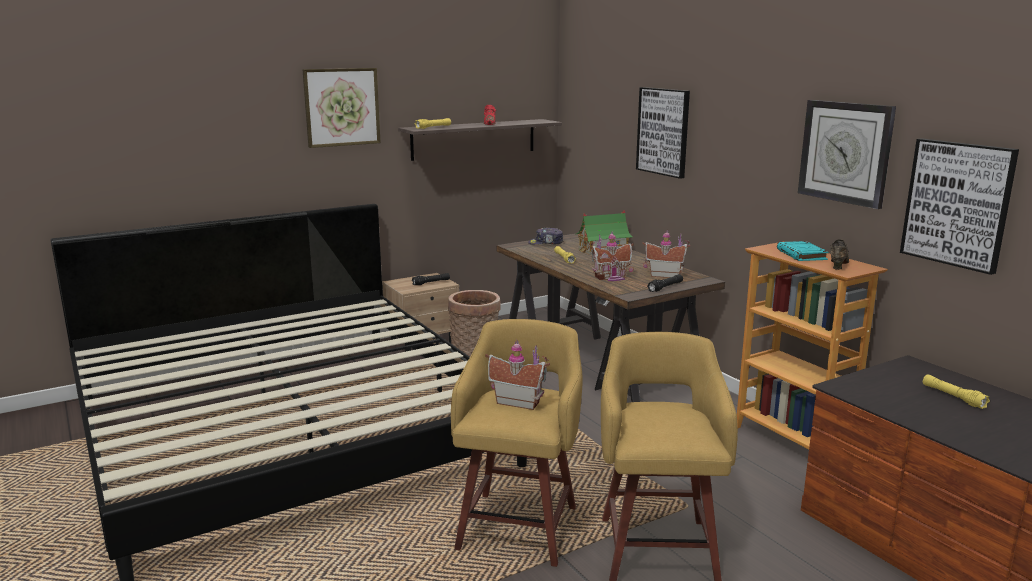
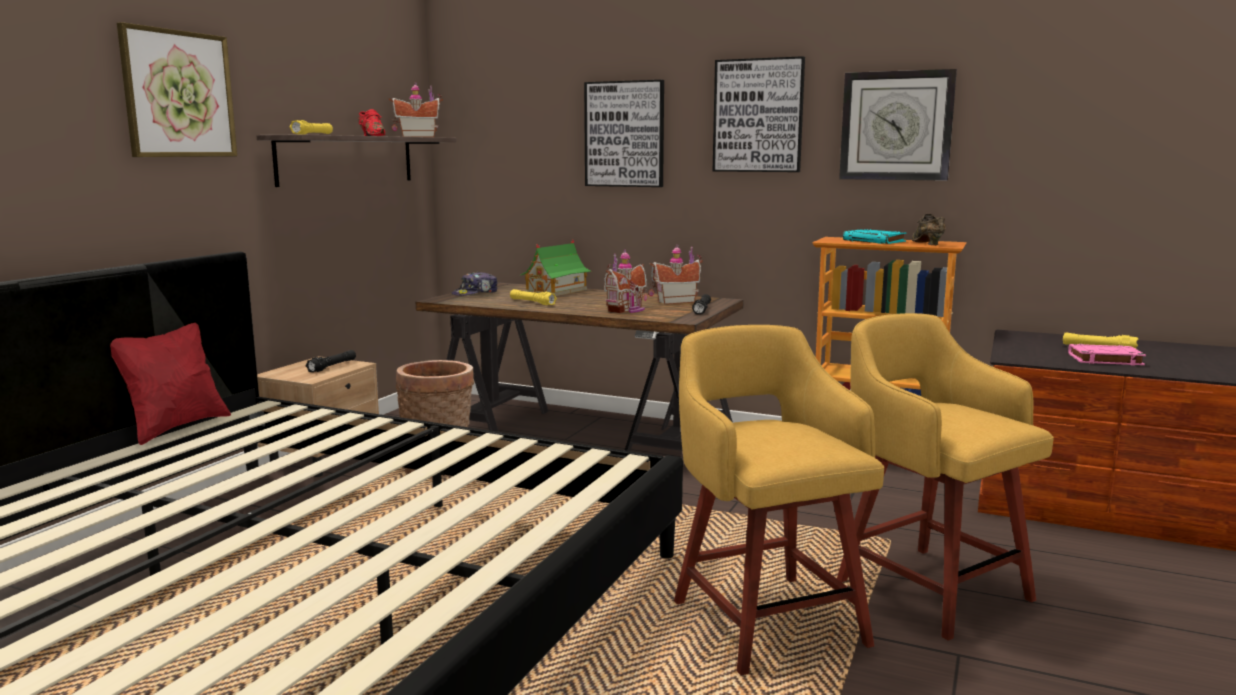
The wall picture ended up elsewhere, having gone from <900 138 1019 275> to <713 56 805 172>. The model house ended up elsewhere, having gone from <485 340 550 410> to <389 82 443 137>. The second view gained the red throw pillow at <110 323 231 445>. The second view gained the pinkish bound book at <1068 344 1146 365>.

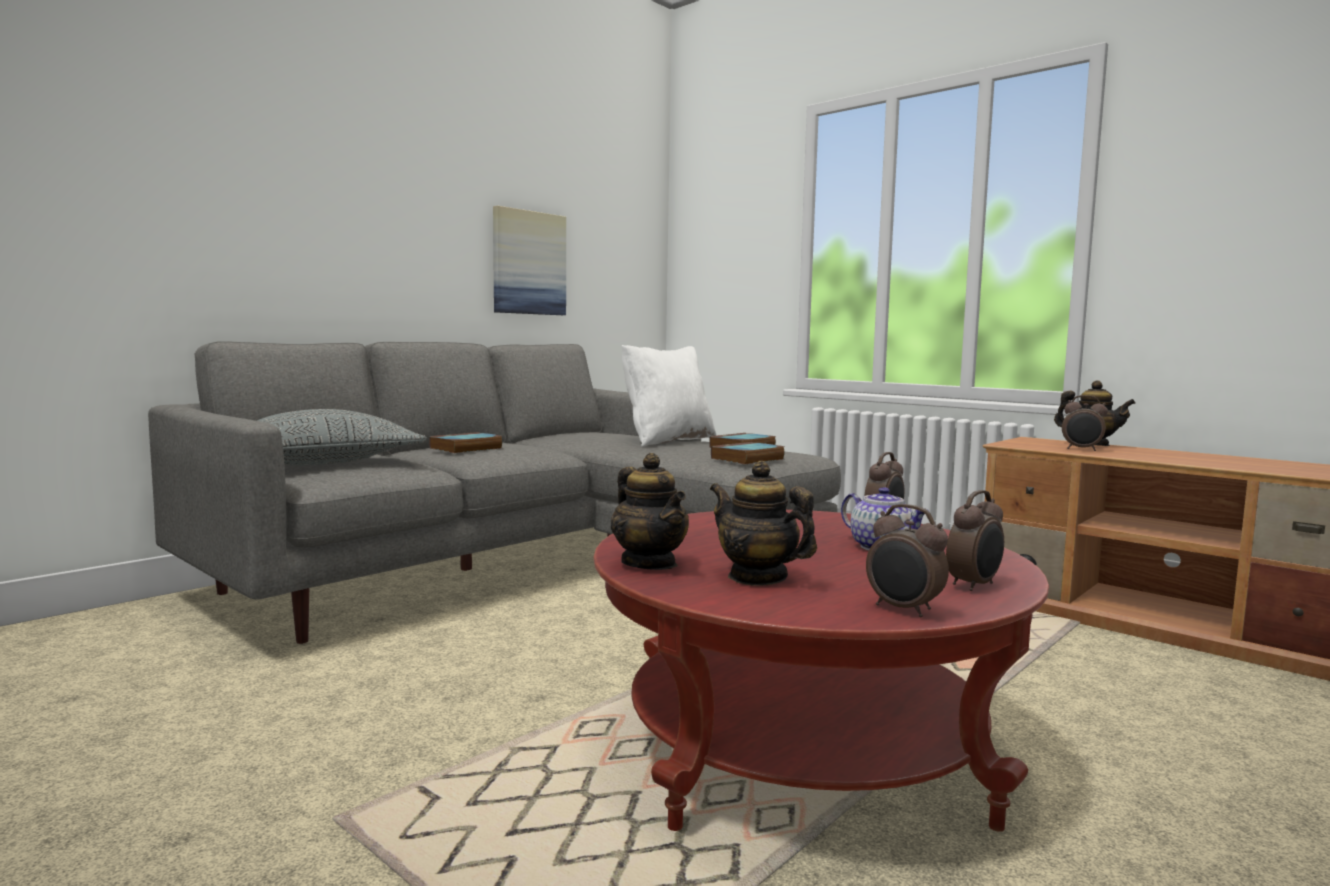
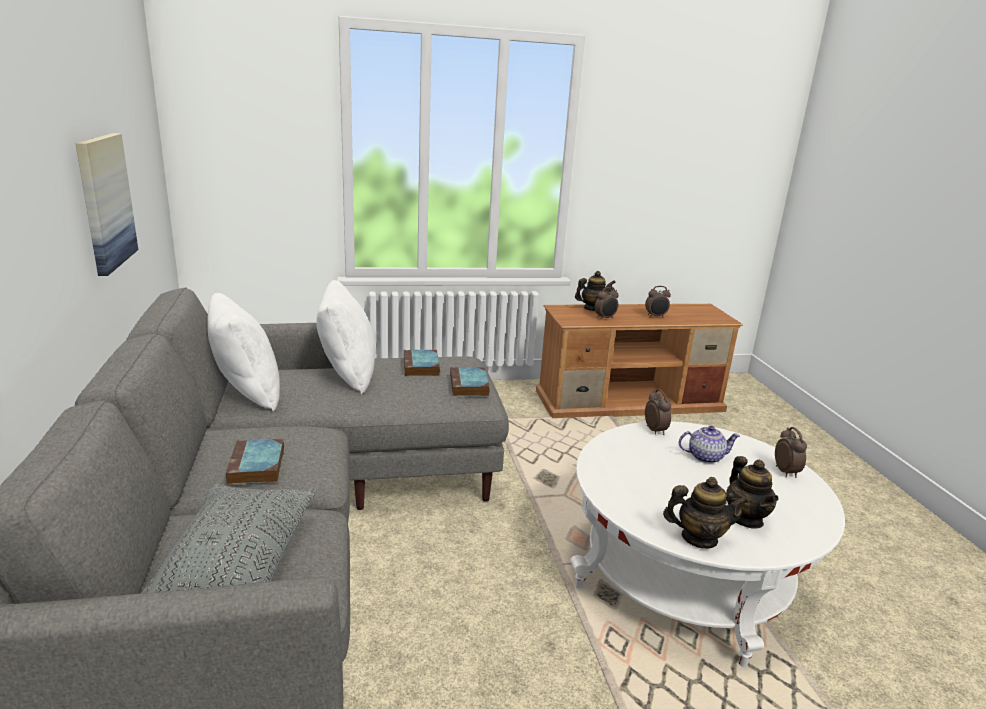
The teapot at <710 461 817 586> ended up facing another way, 90 degrees counterclockwise from before. The alarm clock ended up elsewhere, having gone from <866 504 949 617> to <645 286 671 318>. What was the red lounge table at <594 510 1049 832> turned into the whitish lounge table at <570 421 845 668>. The second view gained the whitish throw pillow at <207 293 280 411>.

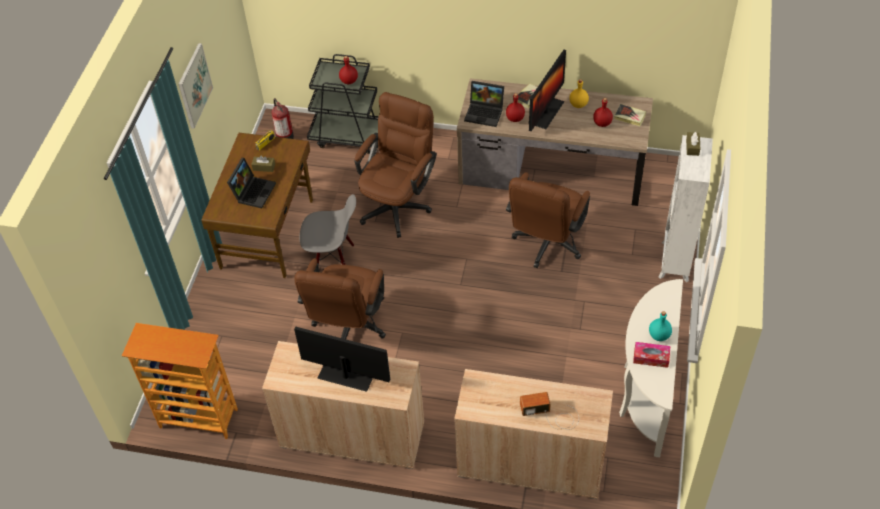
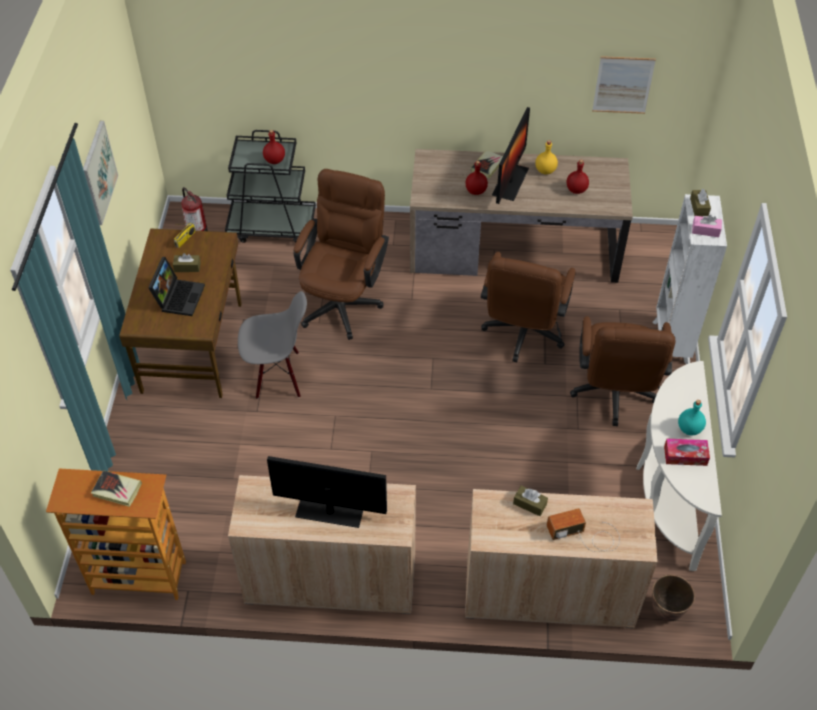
The second view lost the laptop at <464 81 504 127>. The bound book ended up elsewhere, having gone from <614 104 646 126> to <91 470 142 507>. The brown desk chair ended up elsewhere, having gone from <294 258 386 339> to <570 316 676 426>. The second view gained the wall picture at <592 56 656 114>. The second view gained the pinkish tissue holder at <692 215 722 237>. The second view gained the brown tissue holder at <513 486 548 516>. The second view gained the planter at <652 575 695 621>.

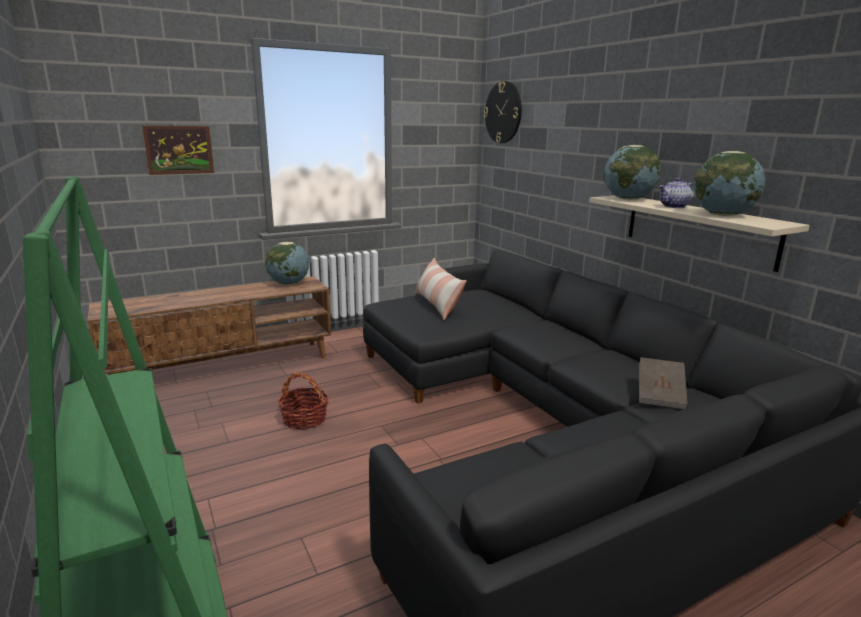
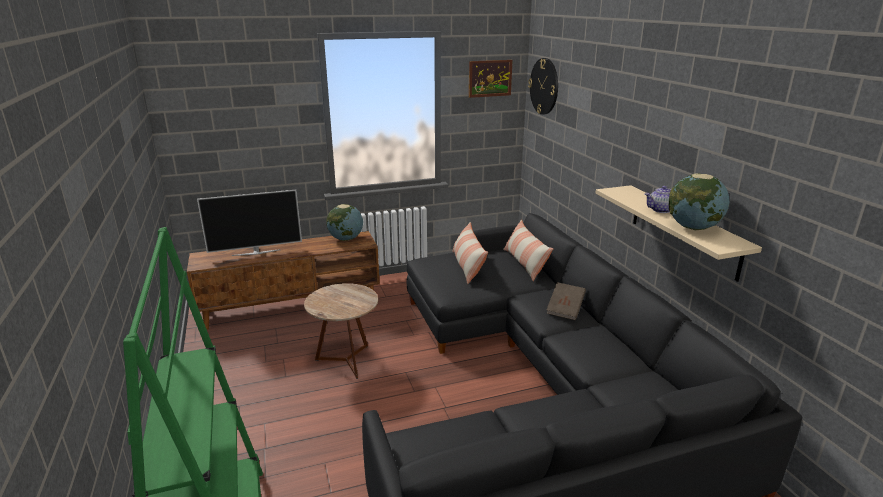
The wall picture ended up elsewhere, having gone from <142 126 214 175> to <469 60 513 98>. The second view lost the globe at <604 145 661 200>. The brown bound book ended up elsewhere, having gone from <639 357 688 410> to <547 282 586 320>. Where the household basket stood at <278 372 329 429>, the brown end table came to stand at <304 283 378 379>. The second view gained the TV set at <197 190 302 256>. The second view gained the throw pillow at <503 220 554 281>.

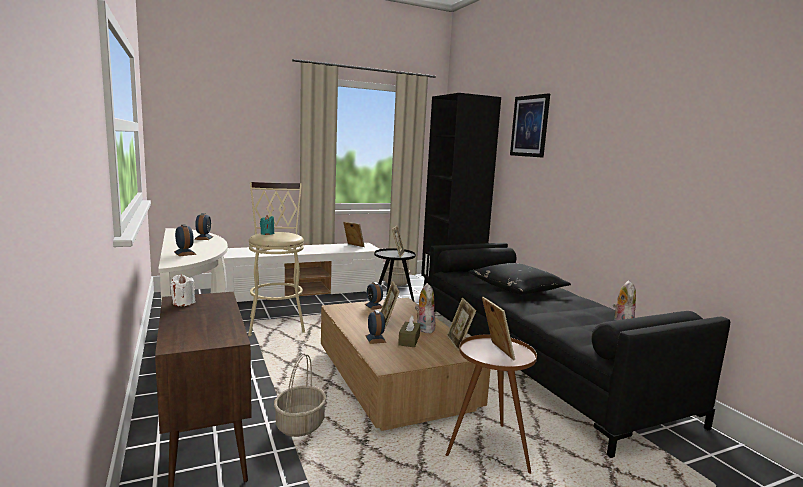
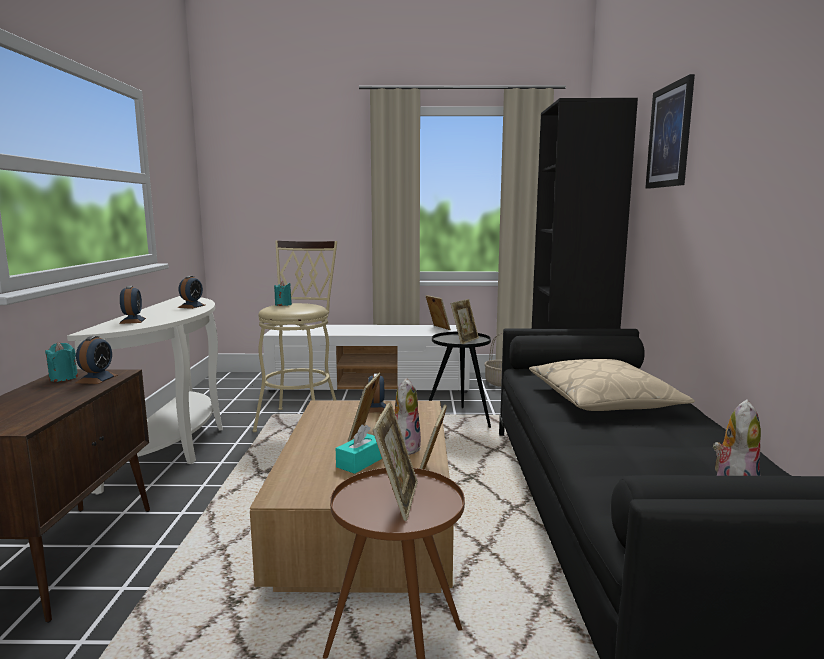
What was the black-coloured throw pillow at <469 263 571 295> turned into the beige-coloured throw pillow at <529 359 695 411>. What was the whitish candle at <170 275 195 306> turned into the turquoise-coloured candle at <45 342 78 382>. The alarm clock ended up elsewhere, having gone from <365 310 386 344> to <75 336 118 384>. What was the brown tissue holder at <398 316 420 347> turned into the turquoise-coloured tissue holder at <336 425 382 474>. The second view lost the household basket at <274 354 326 437>.

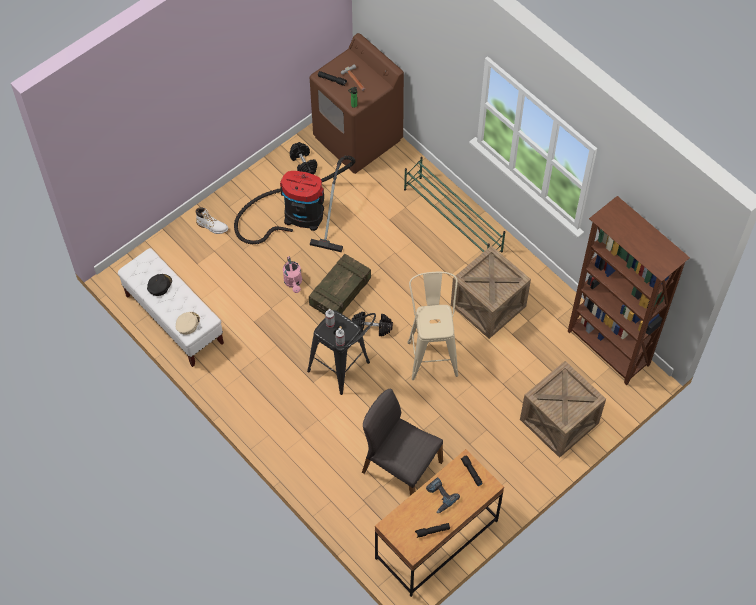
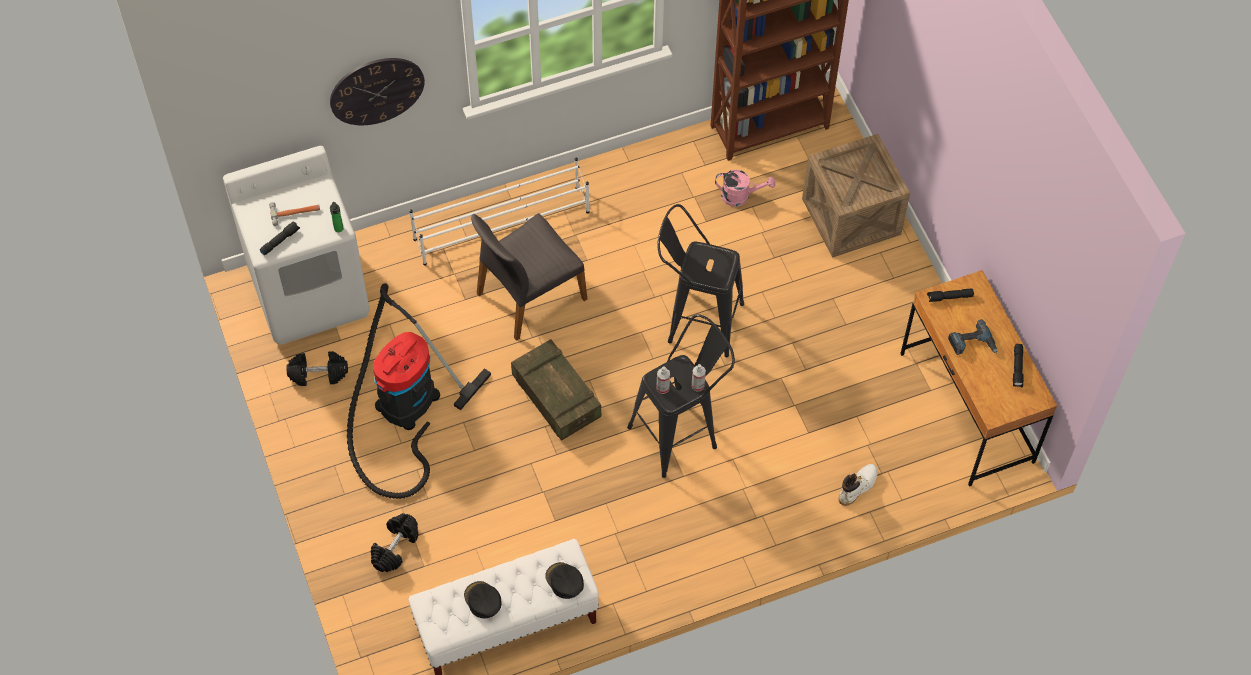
What was the brown laundry appliance at <310 33 404 174> turned into the whitish laundry appliance at <223 146 370 345>. What was the green shoe stand at <404 157 505 253> turned into the whitish shoe stand at <409 158 589 266>. The whitish tall boot ended up elsewhere, having gone from <195 207 229 234> to <839 464 878 506>. The second view lost the crate at <451 246 531 339>. The pinkish watering can ended up elsewhere, having gone from <283 256 302 293> to <715 170 776 207>. What was the beige-coloured stool seat at <407 272 458 380> turned into the black-coloured stool seat at <657 204 744 357>. What was the beige-coloured cap at <176 312 200 335> turned into the black-coloured cap at <545 562 584 599>. The black-coloured dumbbell ended up elsewhere, having gone from <352 312 393 336> to <371 513 419 572>. The greyish plain chair ended up elsewhere, having gone from <362 389 443 496> to <471 213 587 341>. The second view gained the wall clock at <330 58 425 125>.

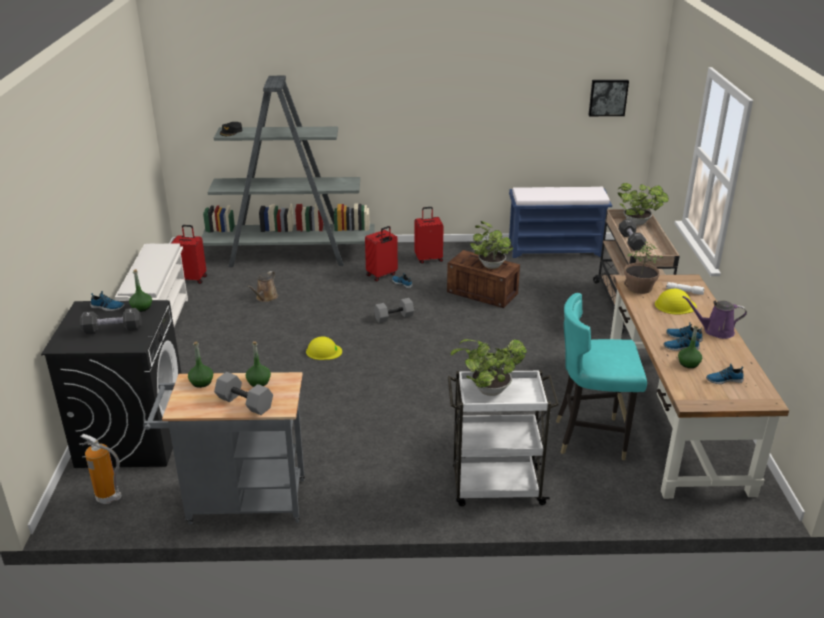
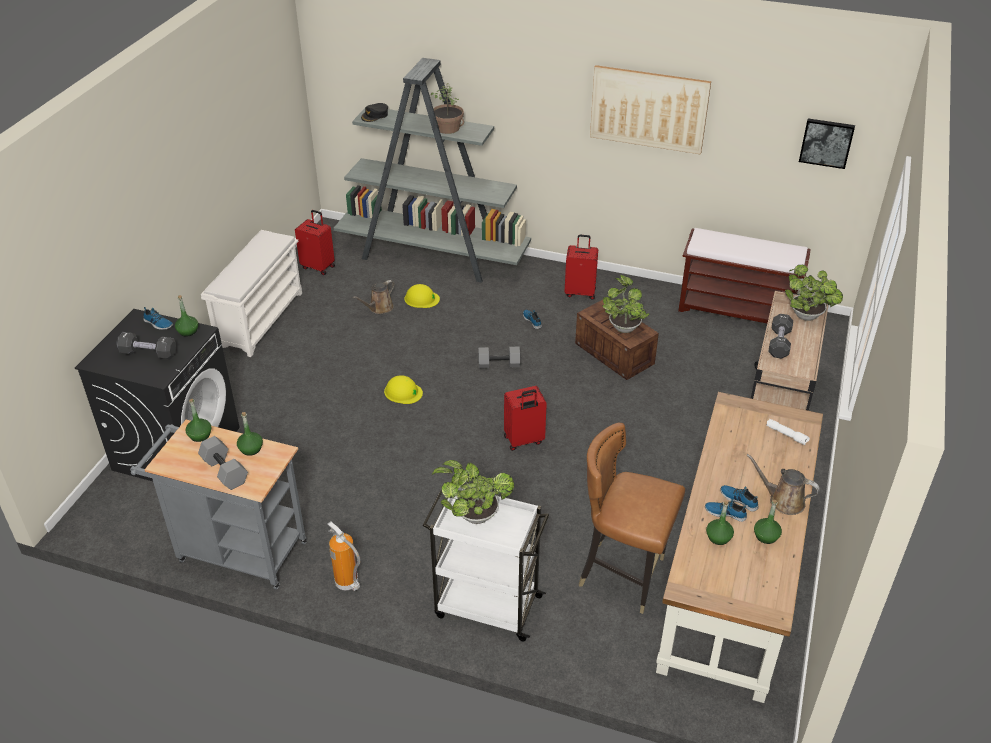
What was the blue-coloured indoor bench at <509 187 612 258> turned into the brown indoor bench at <678 228 811 324>. The red suitcase ended up elsewhere, having gone from <365 226 398 281> to <504 386 547 451>. The potted plant ended up elsewhere, having gone from <624 242 663 294> to <430 83 464 134>. The yellow safety helmet ended up elsewhere, having gone from <655 289 697 314> to <404 284 440 308>. What was the turquoise-coloured plain chair at <556 293 647 460> turned into the brown plain chair at <579 423 685 614>. What was the purple watering can at <683 296 747 339> turned into the brown watering can at <746 454 820 515>. The second view lost the item of footwear at <706 364 744 384>. The extinguisher ended up elsewhere, having gone from <80 434 122 504> to <327 522 361 591>. The second view gained the wall picture at <590 65 711 155>. The second view gained the green bottle at <754 500 782 544>.

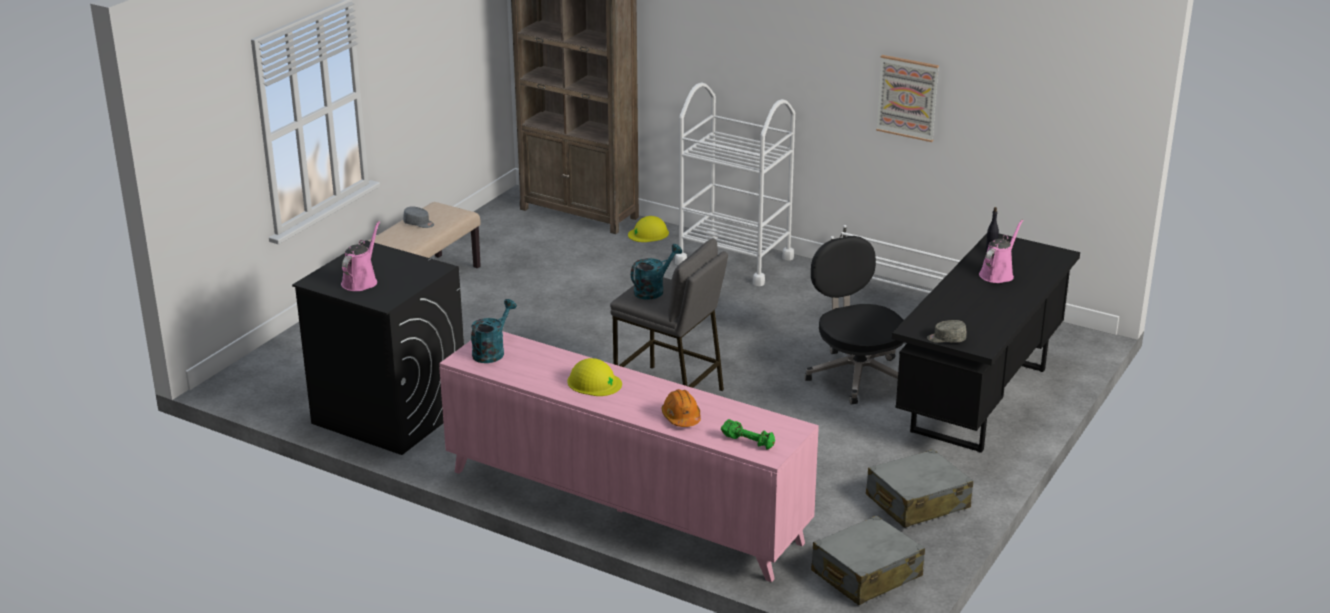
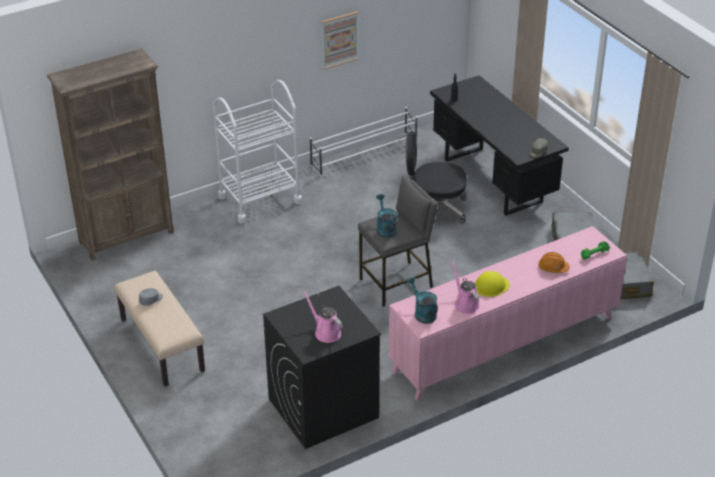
The second view lost the yellow safety helmet at <628 216 669 242>. The pinkish watering can ended up elsewhere, having gone from <979 219 1024 283> to <452 260 479 314>.

